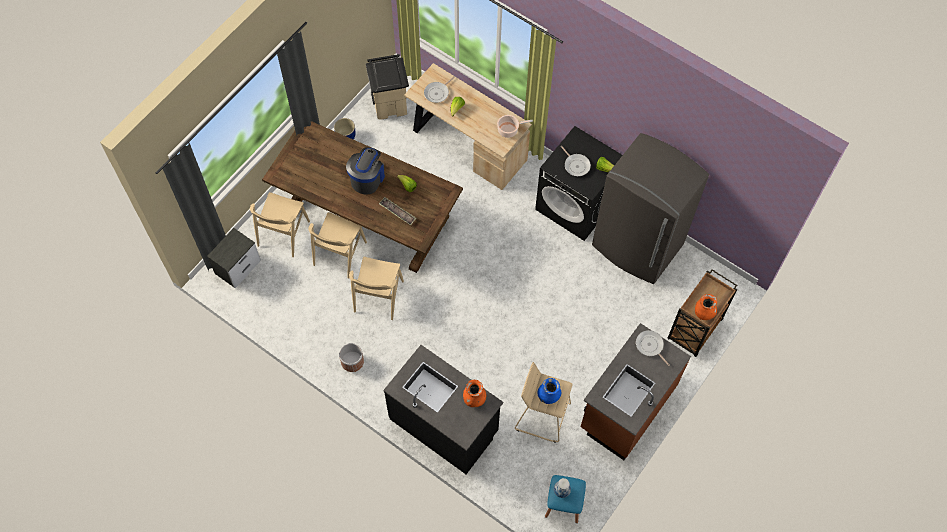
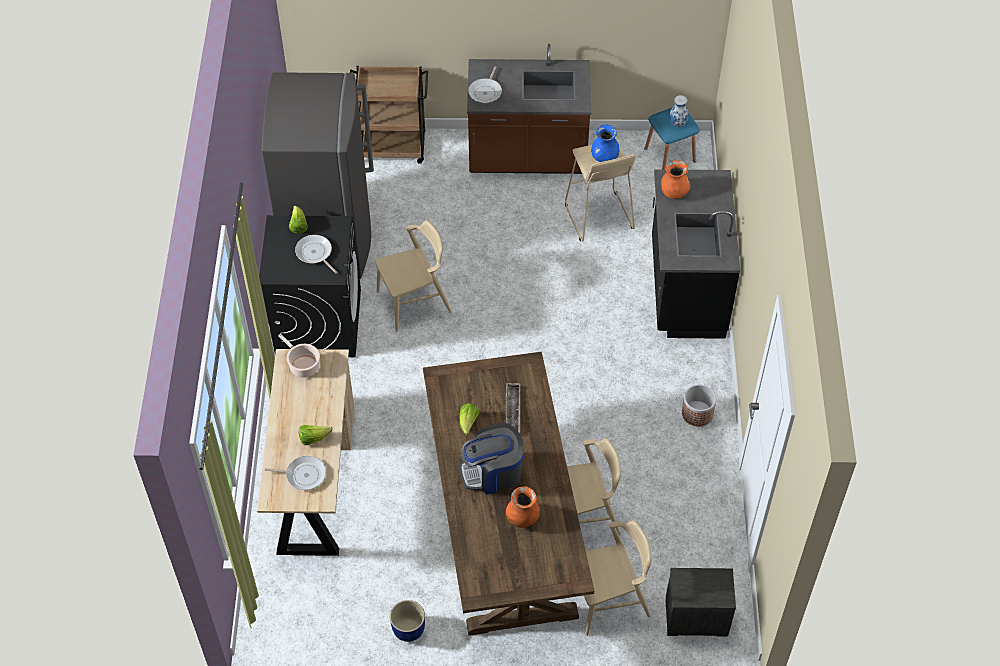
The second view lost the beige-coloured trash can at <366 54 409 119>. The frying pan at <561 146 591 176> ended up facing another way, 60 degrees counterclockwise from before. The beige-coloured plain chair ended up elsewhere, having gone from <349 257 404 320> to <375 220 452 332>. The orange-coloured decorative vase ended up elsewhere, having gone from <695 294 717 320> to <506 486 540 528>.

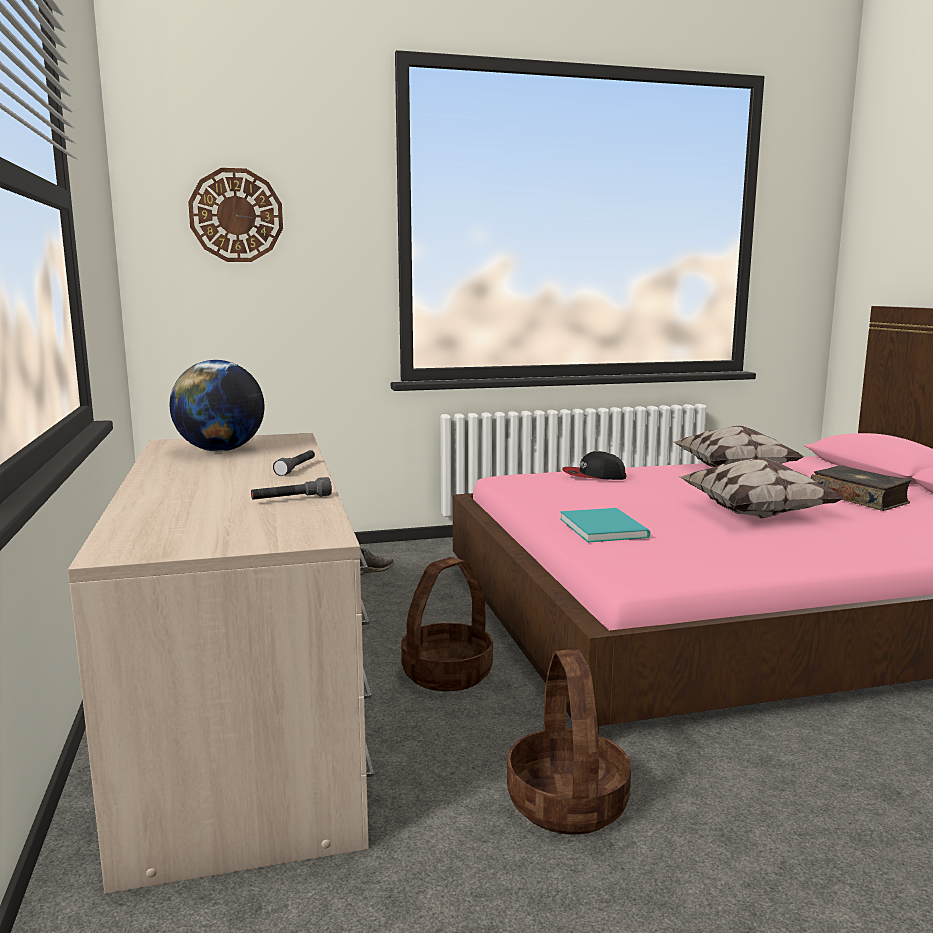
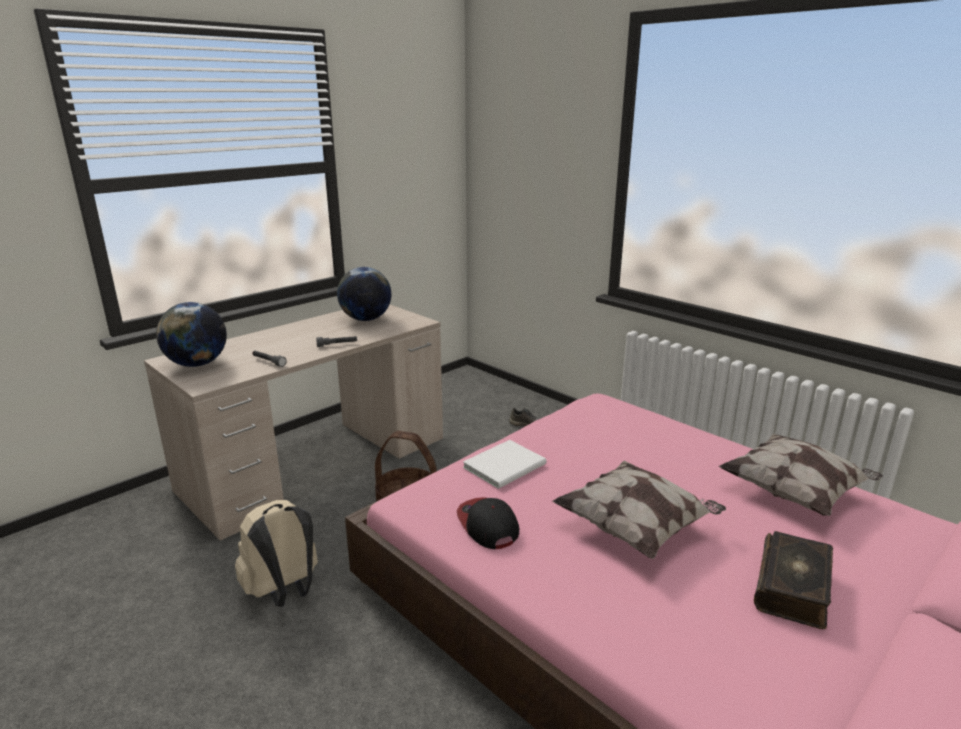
The second view lost the wall clock at <188 168 283 262>. The cap ended up elsewhere, having gone from <562 451 626 480> to <457 497 519 549>. What was the turquoise-coloured bound book at <560 508 650 542> turned into the whitish bound book at <463 440 546 489>. Where the household basket stood at <507 649 631 835>, the beige-coloured rucksack came to stand at <235 500 318 607>. The second view gained the globe at <156 302 227 367>.

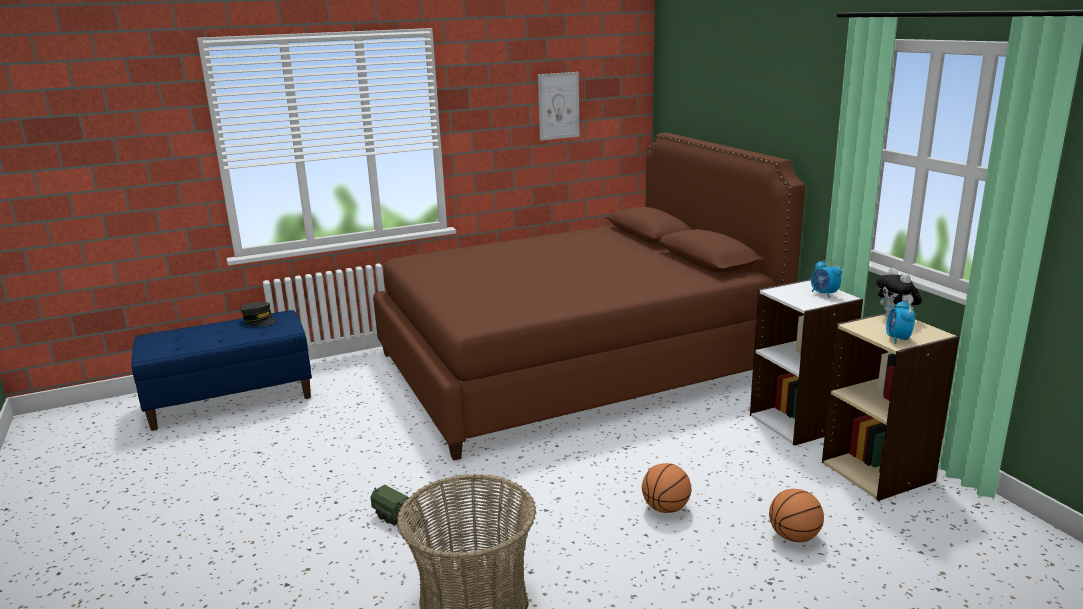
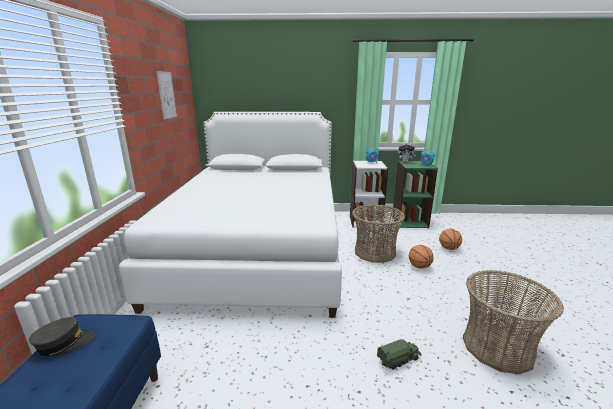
What was the brown bedroom bed at <373 133 805 461> turned into the whitish bedroom bed at <119 112 342 318>. What was the beige-coloured shelving unit at <822 313 959 501> turned into the green shelving unit at <392 161 438 228>. The second view gained the household basket at <352 205 405 263>.

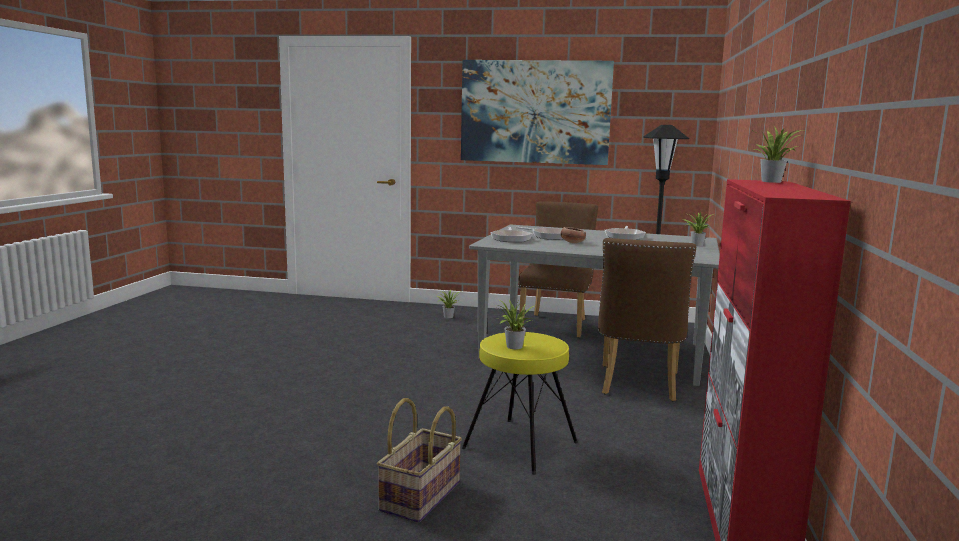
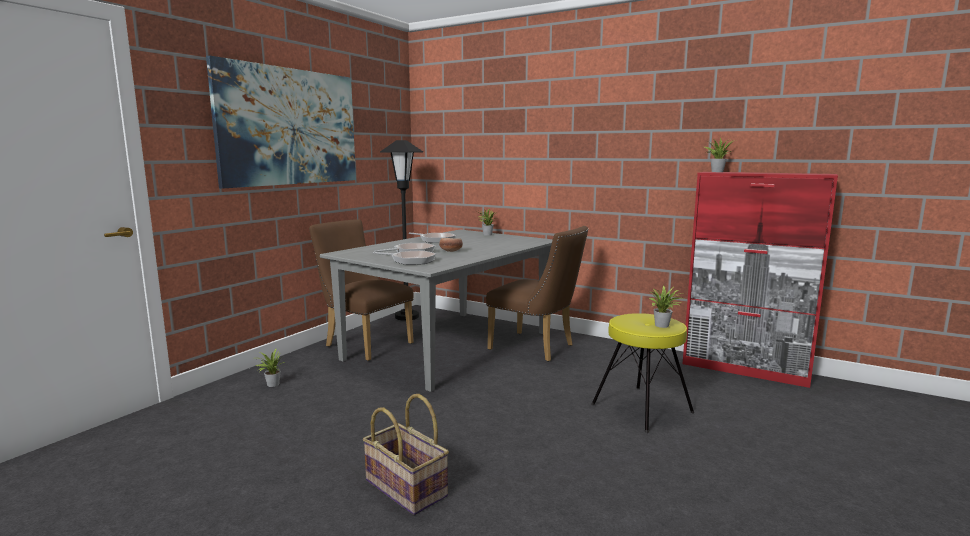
The household basket ended up elsewhere, having gone from <377 398 462 523> to <363 394 449 515>.

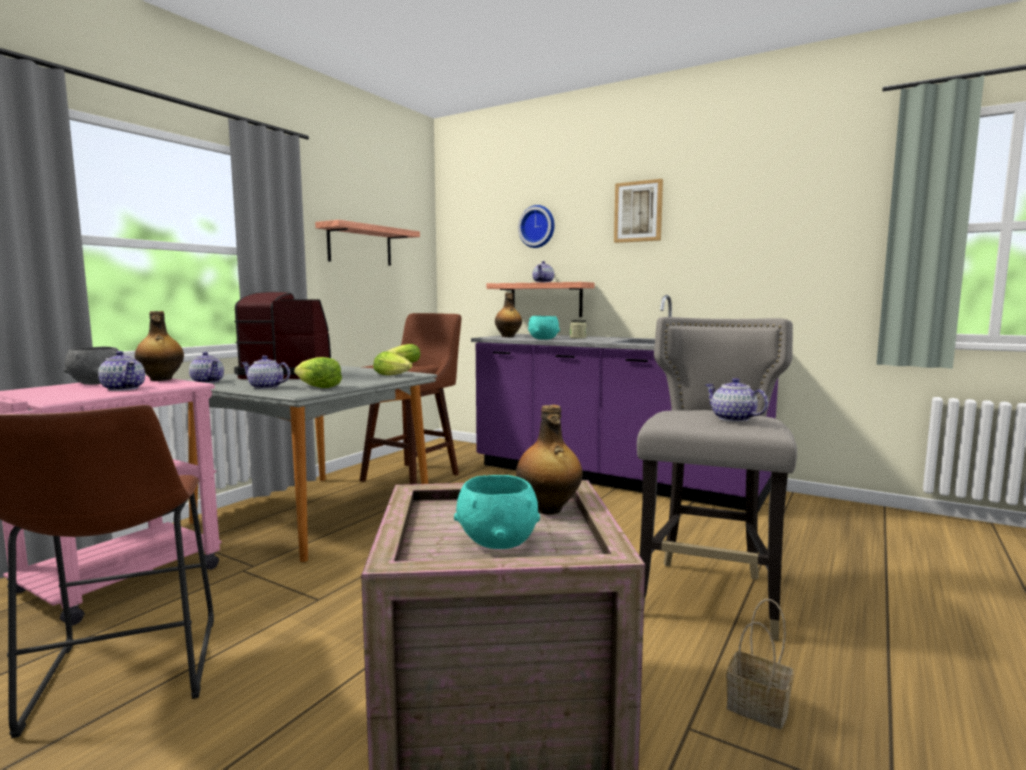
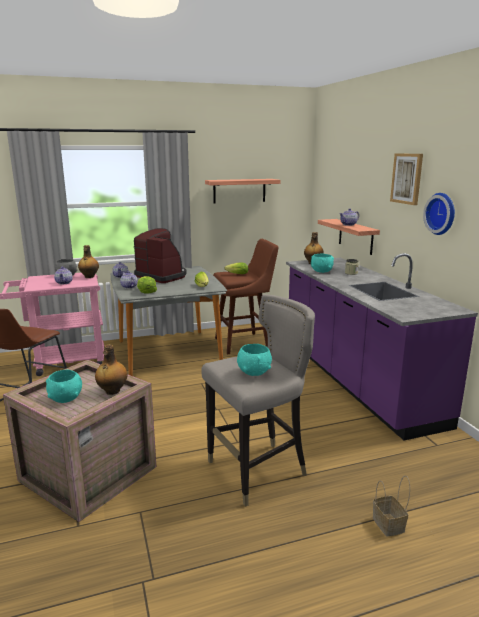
The wall clock ended up elsewhere, having gone from <518 205 555 248> to <423 193 455 235>. Where the teapot stood at <705 378 768 422>, the turquoise-coloured deep dish came to stand at <237 344 272 376>. The household basket ended up elsewhere, having gone from <726 599 794 729> to <373 475 410 537>.

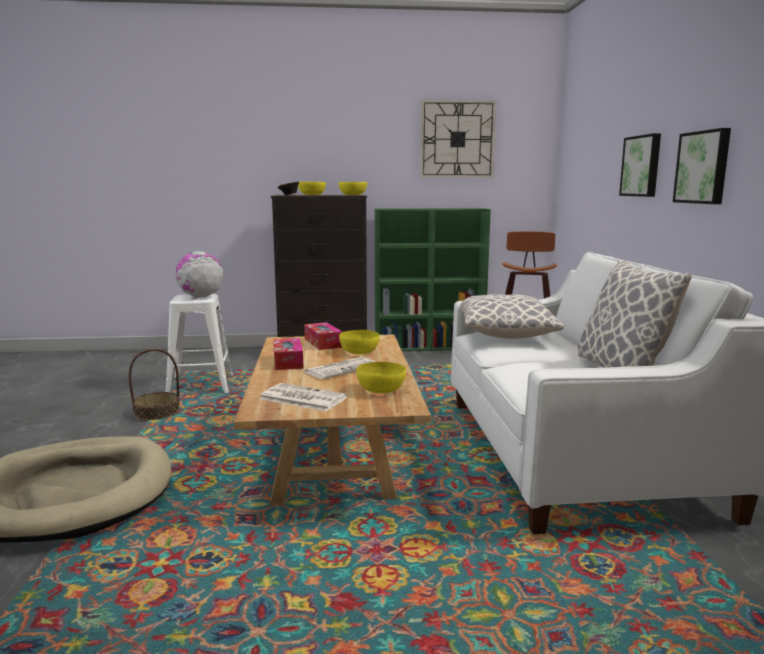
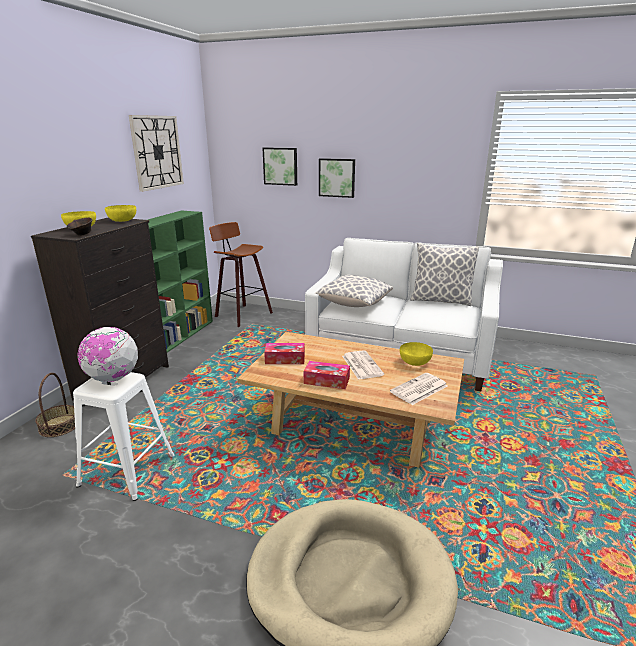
The wall picture ended up elsewhere, having gone from <673 128 731 204> to <262 147 297 186>. The second view lost the yellow deep dish at <339 330 380 354>. The household basket ended up elsewhere, having gone from <129 349 179 421> to <35 373 75 437>.

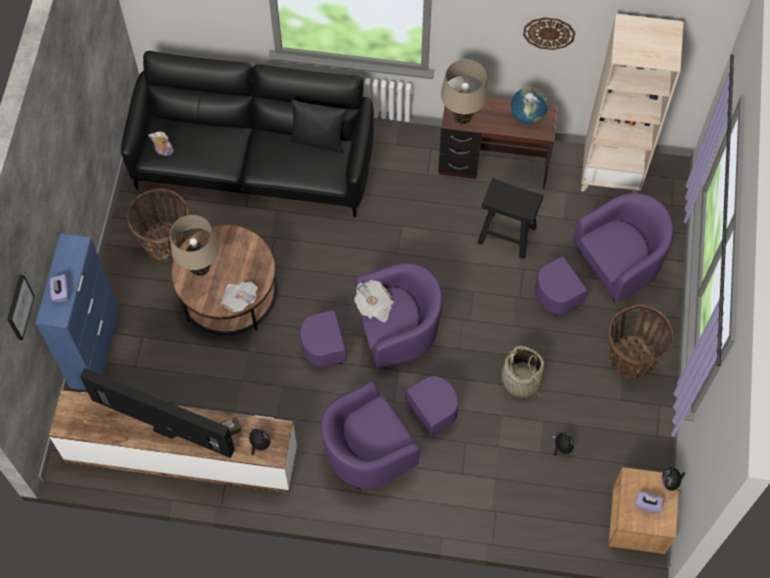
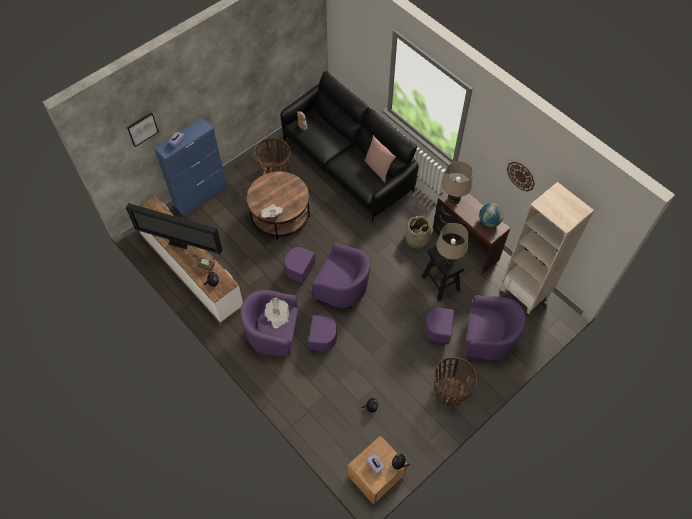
What was the black-coloured throw pillow at <290 99 347 153> turned into the pinkish throw pillow at <365 135 396 182>. The beige-coloured tabletop lamp ended up elsewhere, having gone from <170 215 219 276> to <436 223 469 265>. The printed paper ended up elsewhere, having gone from <354 280 394 322> to <265 298 289 329>. The household basket ended up elsewhere, having gone from <502 346 544 398> to <405 216 431 249>. The TV set at <80 368 235 458> ended up facing another way, 135 degrees clockwise from before.

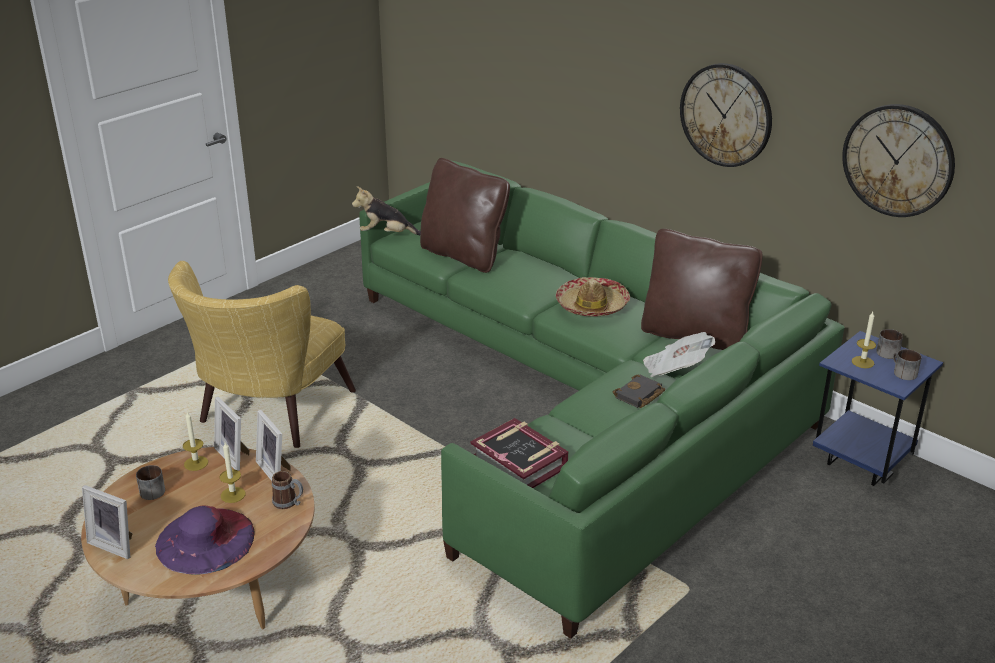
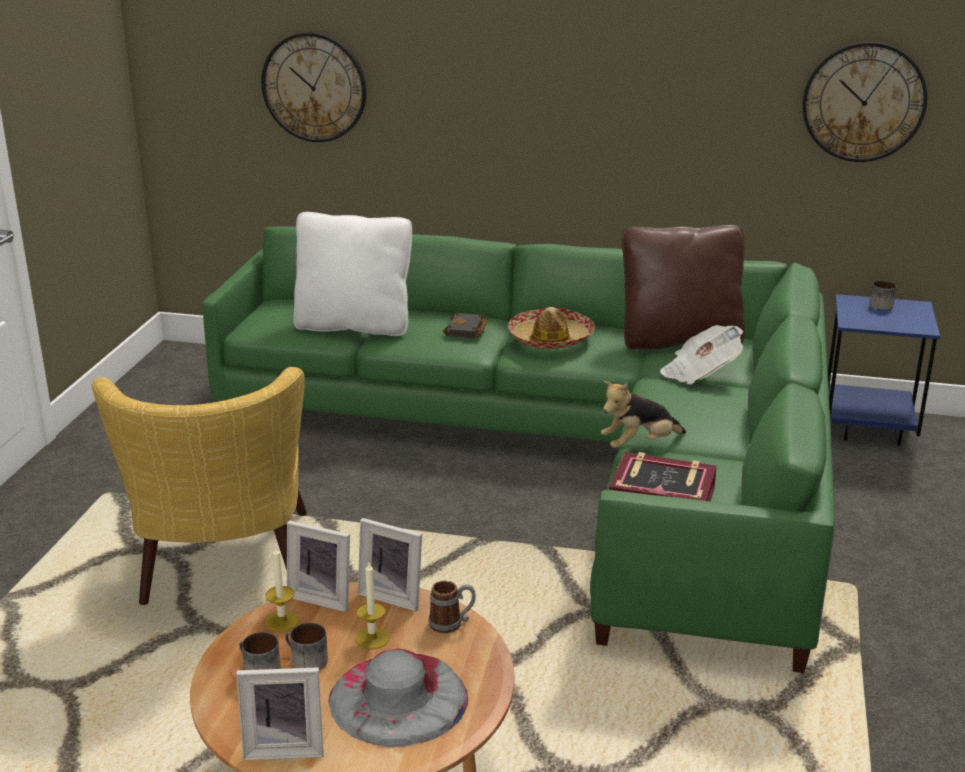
The wall clock ended up elsewhere, having gone from <680 63 772 167> to <261 32 367 142>. What was the brown throw pillow at <420 158 510 273> turned into the whitish throw pillow at <294 212 412 336>. The soft toy ended up elsewhere, having gone from <352 186 421 235> to <601 381 686 448>. The second view lost the candle at <852 312 876 368>. The coffee mug ended up elsewhere, having gone from <893 349 922 380> to <285 623 328 671>. The black-coloured bound book ended up elsewhere, having gone from <613 374 665 408> to <443 312 488 338>. What was the purple wearable hat at <155 505 255 575> turned into the greyish wearable hat at <328 648 468 747>.

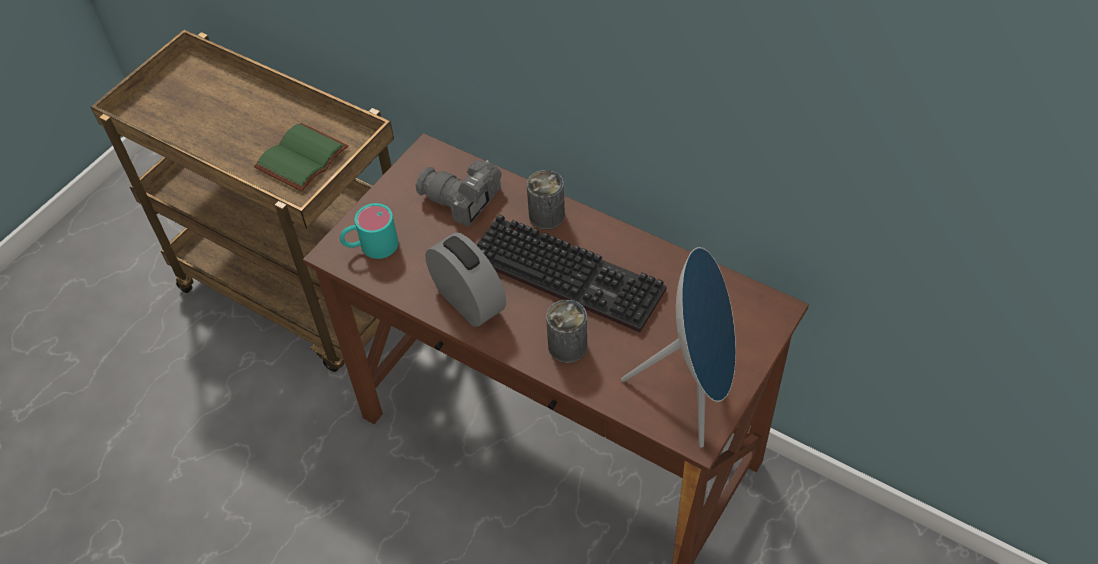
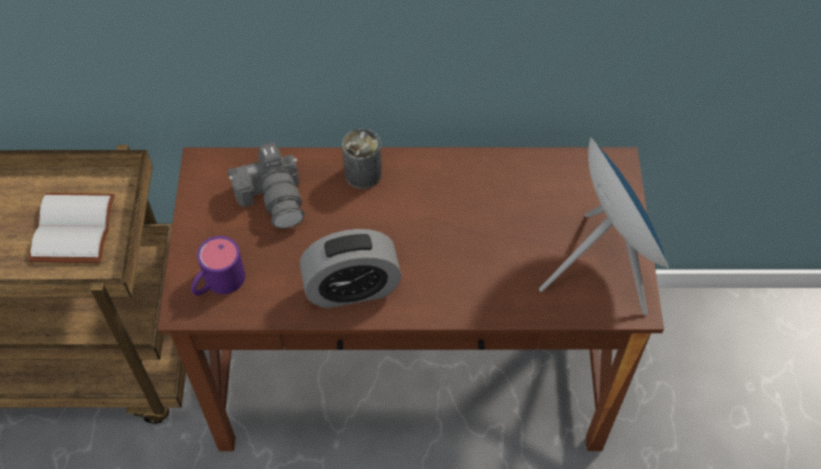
What was the green bound book at <254 123 348 191> turned into the whitish bound book at <28 193 115 263>. The still camera at <416 160 502 227> ended up facing another way, 105 degrees counterclockwise from before. What was the turquoise-coloured coffee mug at <340 203 398 259> turned into the purple coffee mug at <191 236 245 295>. The second view lost the PC keyboard at <477 214 667 332>. The alarm clock at <425 232 506 327> ended up facing another way, 150 degrees clockwise from before. The second view lost the sealed can at <546 300 587 363>.

